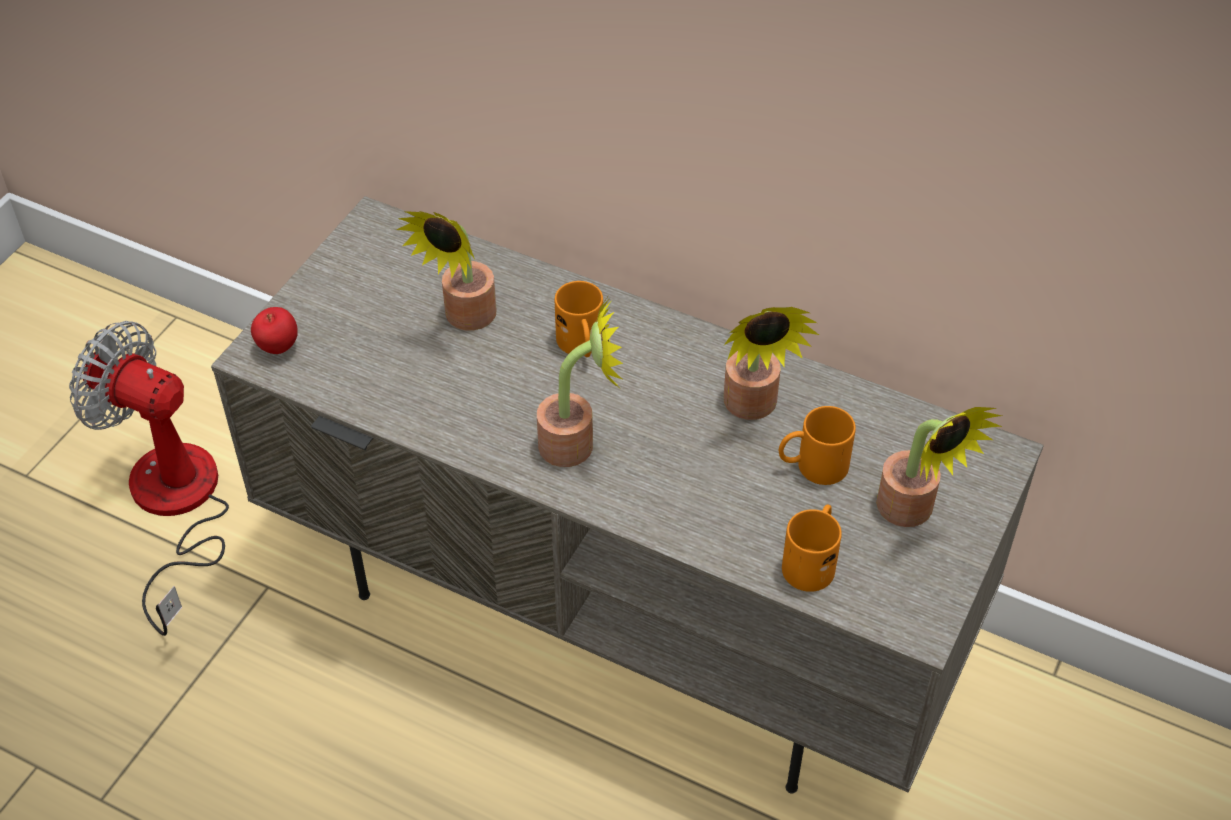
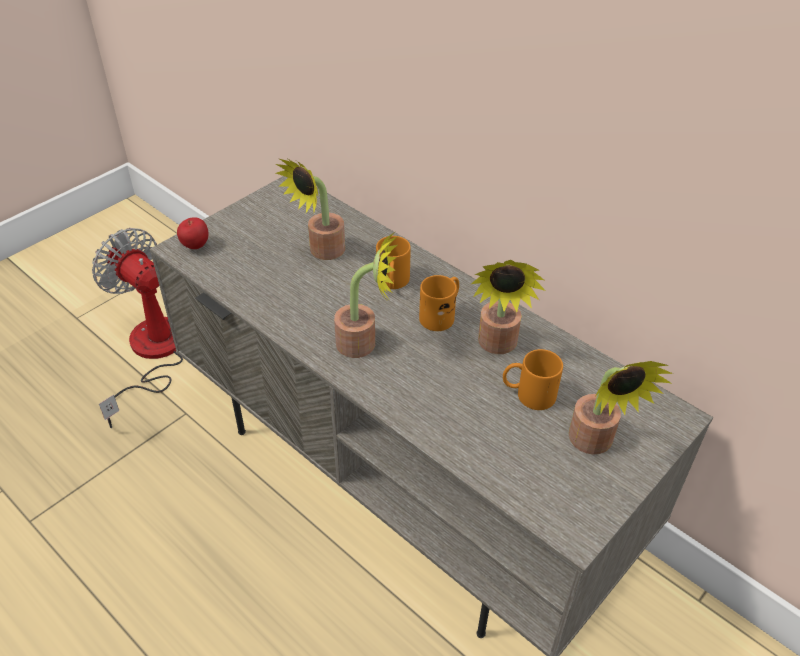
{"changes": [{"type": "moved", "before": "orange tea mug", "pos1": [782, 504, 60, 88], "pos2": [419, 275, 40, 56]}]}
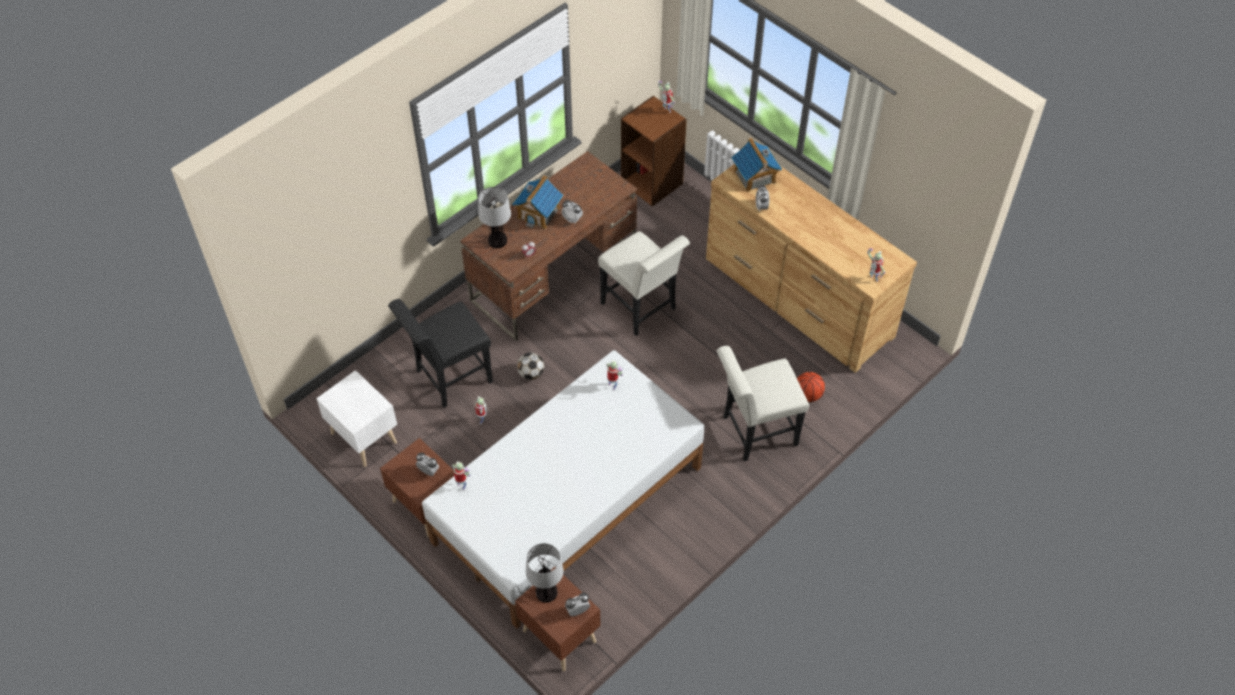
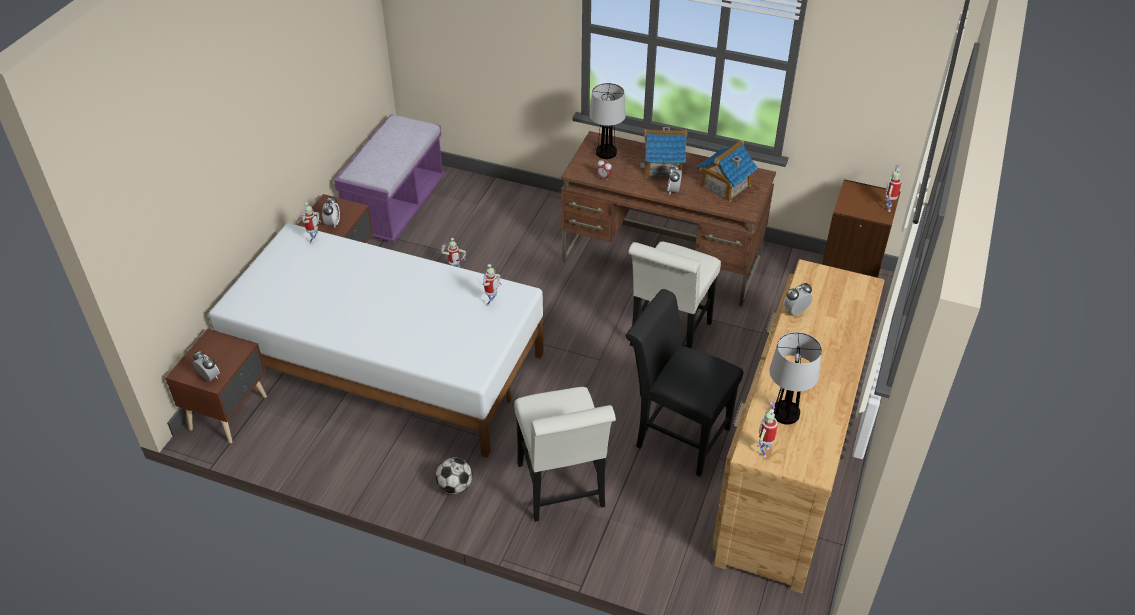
{"changes": [{"type": "replaced", "before": "white nightstand", "after": "purple-coloured bench", "pos1": [316, 370, 81, 97], "pos2": [334, 114, 111, 129]}, {"type": "moved", "before": "football", "pos1": [517, 352, 27, 28], "pos2": [436, 457, 36, 37]}, {"type": "turned", "before": "white plain chair", "pos1": [717, 346, 92, 115], "pos2": [514, 387, 102, 135], "turn": -150}, {"type": "moved", "before": "black plain chair", "pos1": [388, 299, 105, 109], "pos2": [626, 289, 118, 187]}, {"type": "moved", "before": "toy house", "pos1": [731, 138, 51, 54], "pos2": [697, 140, 61, 62]}, {"type": "moved", "before": "table lamp", "pos1": [526, 543, 37, 60], "pos2": [769, 332, 53, 92]}, {"type": "removed", "before": "basketball", "pos1": [797, 372, 28, 30]}]}
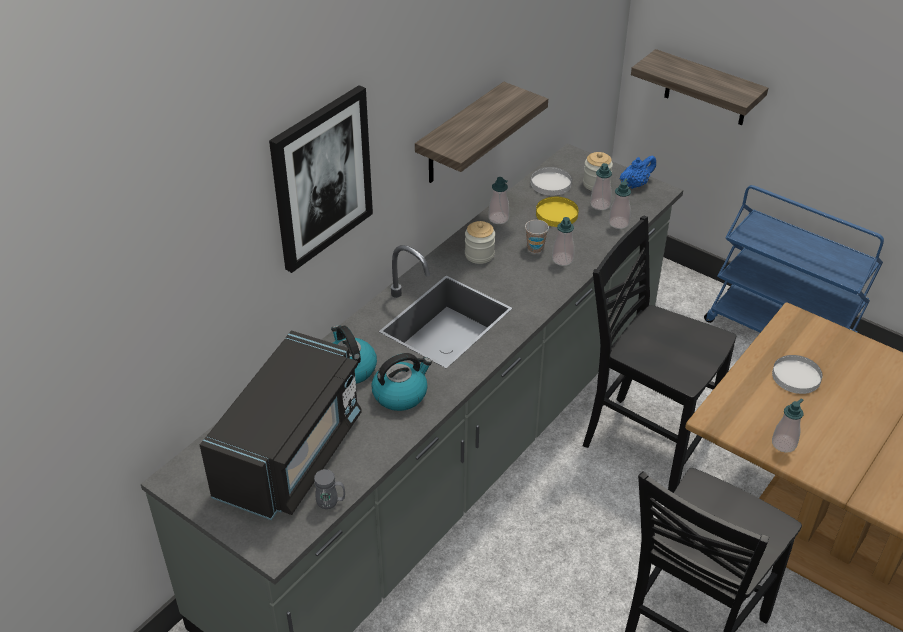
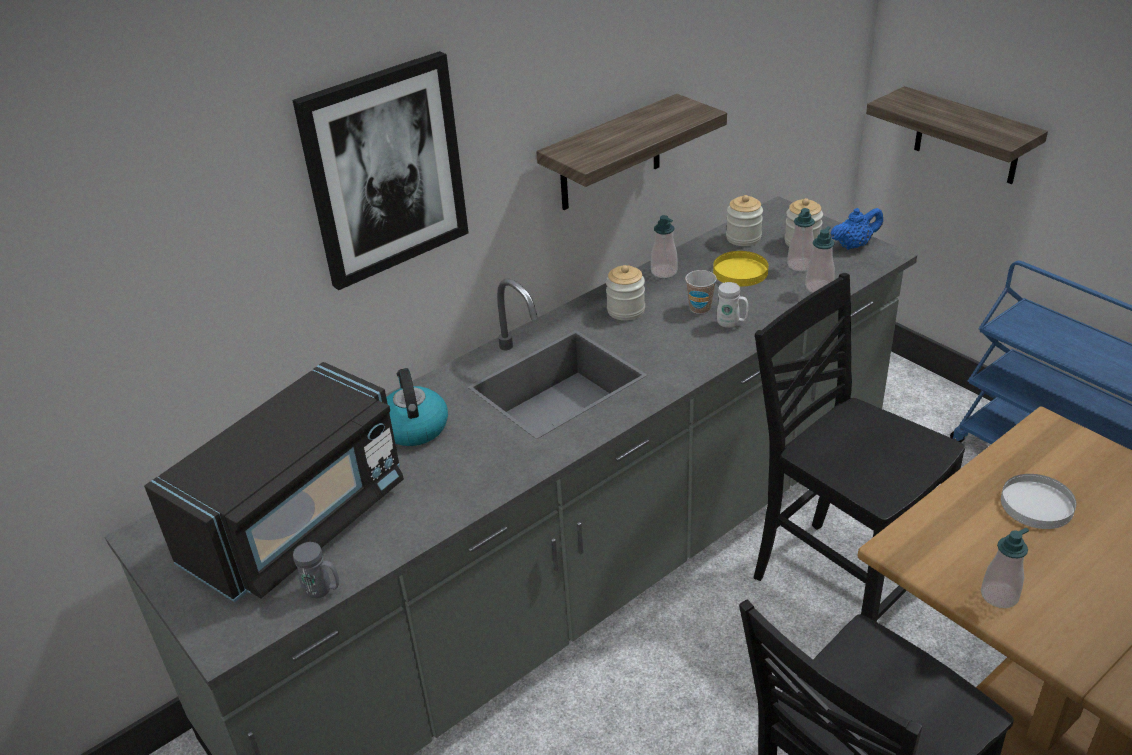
{"changes": [{"type": "replaced", "before": "liquid soap bottle", "after": "white tea mug", "pos1": [552, 217, 23, 49], "pos2": [717, 282, 31, 46]}, {"type": "replaced", "before": "white plate", "after": "jar", "pos1": [531, 167, 41, 29], "pos2": [726, 195, 37, 51]}, {"type": "removed", "before": "tea kettle", "pos1": [371, 353, 61, 58]}]}
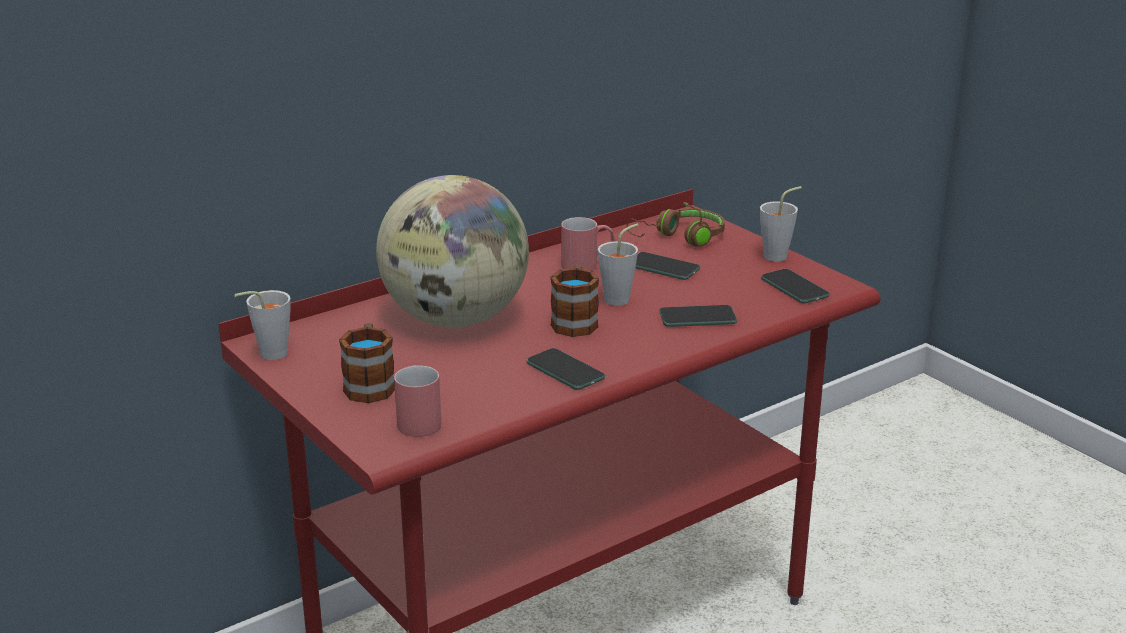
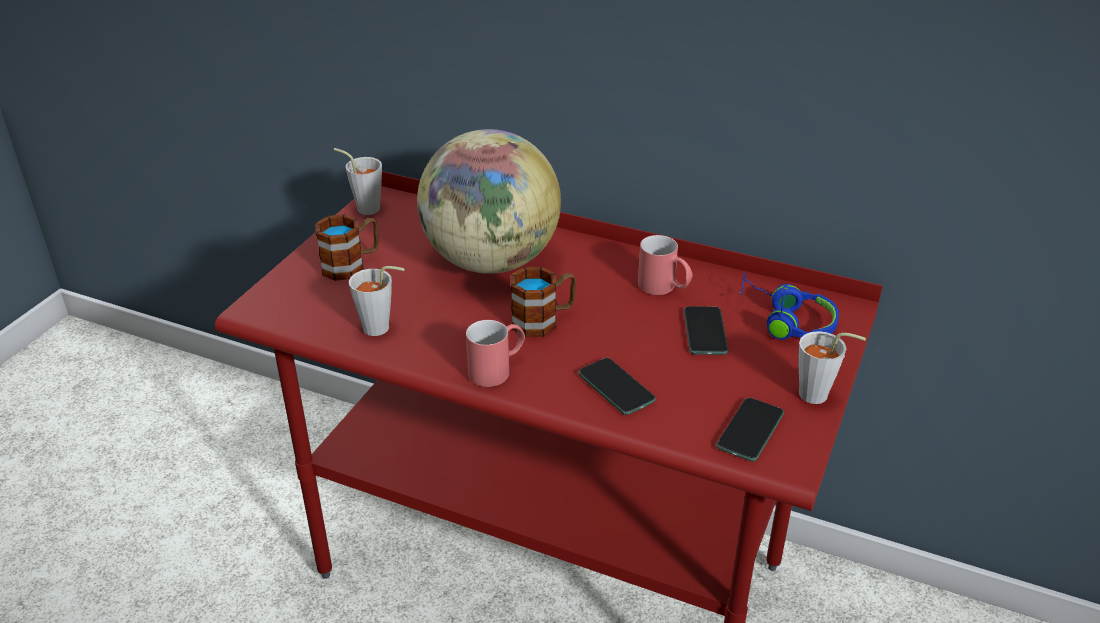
{"changes": [{"type": "moved", "before": "gray small cup", "pos1": [598, 223, 40, 83], "pos2": [349, 266, 55, 70]}, {"type": "moved", "before": "red-coloured tea mug", "pos1": [394, 365, 47, 72], "pos2": [466, 320, 59, 67]}, {"type": "recoloured", "before": "brown-coloured pair of headphones", "after": "blue-coloured pair of headphones", "pos1": [627, 202, 98, 45], "pos2": [739, 272, 100, 68]}, {"type": "removed", "before": "telephone", "pos1": [527, 348, 78, 42]}]}
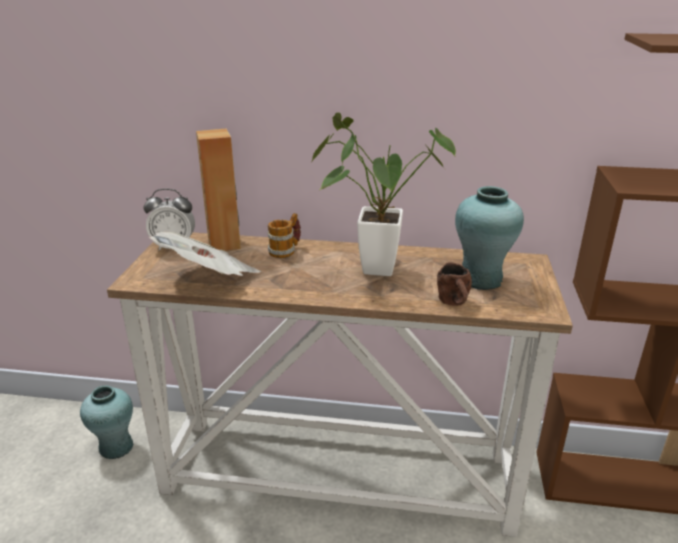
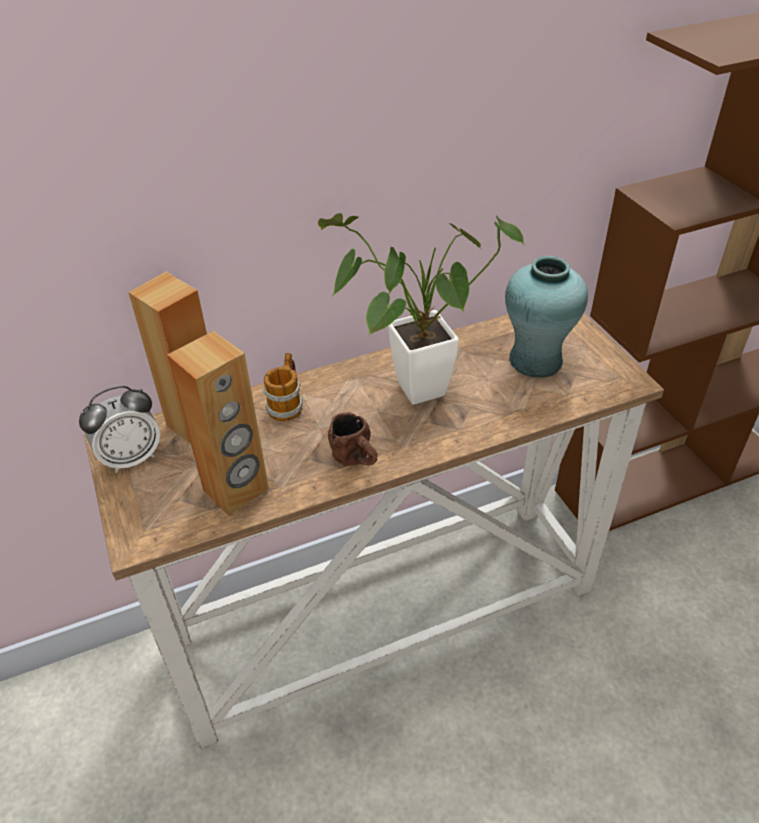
{"changes": [{"type": "replaced", "before": "printed paper", "after": "brown-coloured loudspeaker", "pos1": [149, 232, 112, 44], "pos2": [167, 331, 102, 184]}, {"type": "moved", "before": "brown-coloured tea mug", "pos1": [437, 262, 35, 44], "pos2": [328, 412, 50, 54]}, {"type": "removed", "before": "turquoise vase", "pos1": [80, 385, 53, 74]}]}
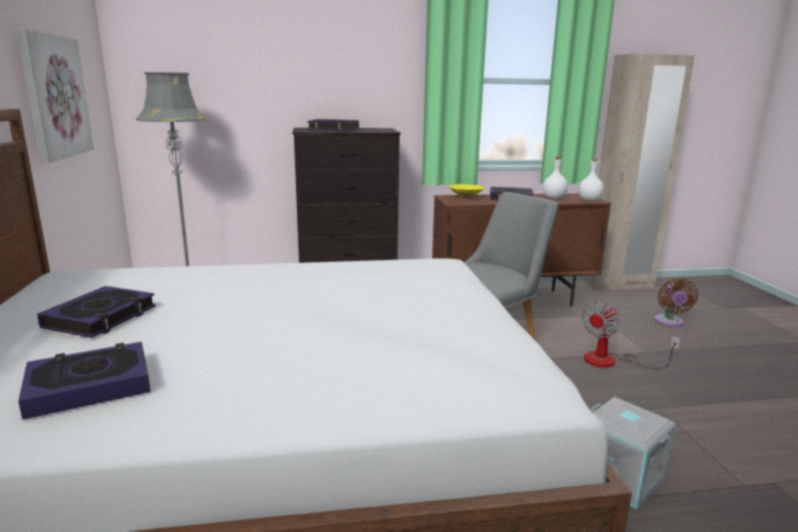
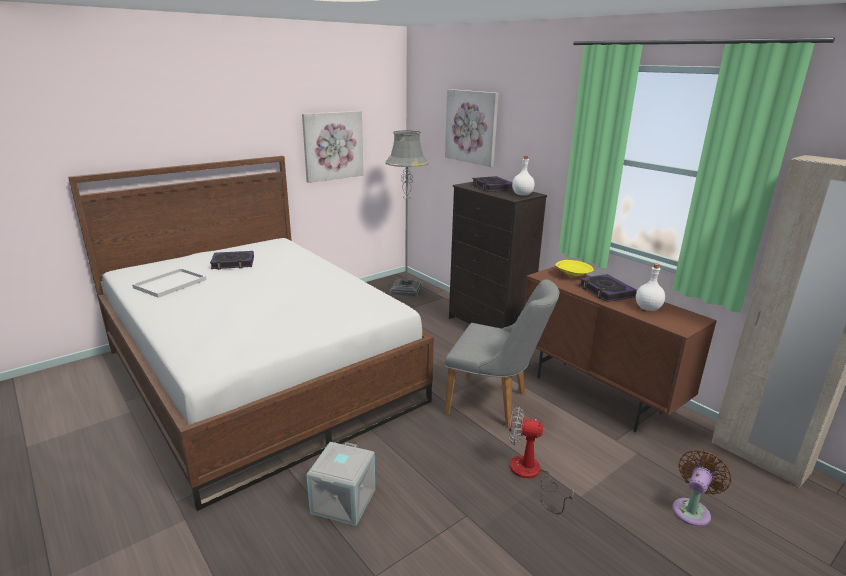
{"changes": [{"type": "replaced", "before": "bound book", "after": "white tray", "pos1": [18, 342, 132, 77], "pos2": [132, 268, 75, 30]}, {"type": "added", "after": "wall art", "pos2": [445, 89, 54, 78]}, {"type": "moved", "before": "white beverage bottle", "pos1": [578, 158, 26, 43], "pos2": [512, 156, 23, 40]}, {"type": "turned", "before": "brown-coloured cooling fan", "pos1": [654, 278, 44, 49], "pos2": [672, 450, 60, 77], "turn": 150}]}
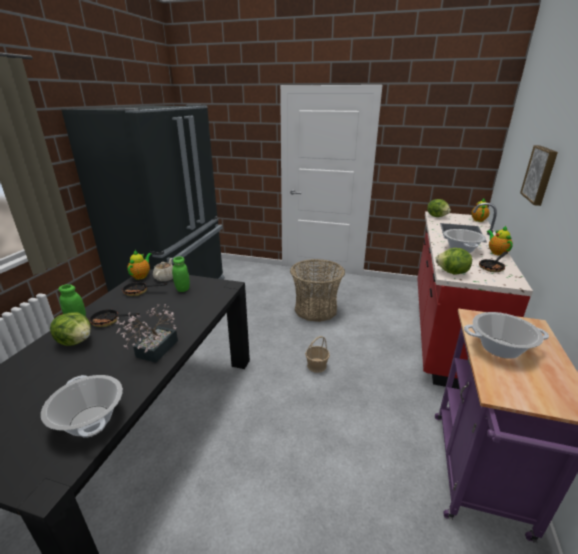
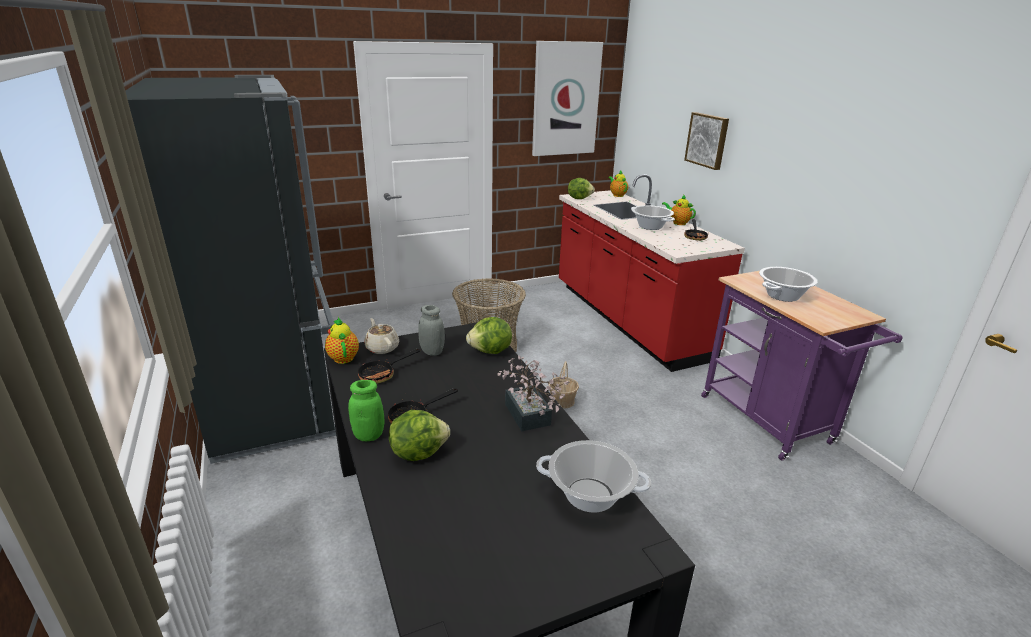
{"changes": [{"type": "recoloured", "before": "green jar", "after": "gray jar", "pos1": [172, 256, 18, 36], "pos2": [418, 305, 27, 51]}, {"type": "moved", "before": "head of lettuce", "pos1": [436, 248, 36, 26], "pos2": [466, 317, 46, 37]}, {"type": "added", "after": "wall art", "pos2": [532, 41, 71, 115]}]}
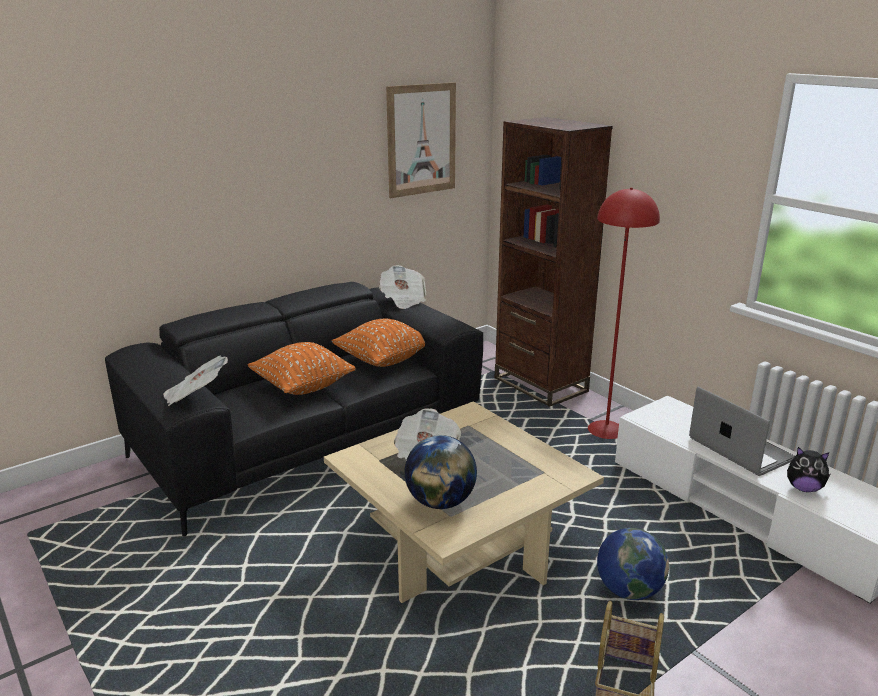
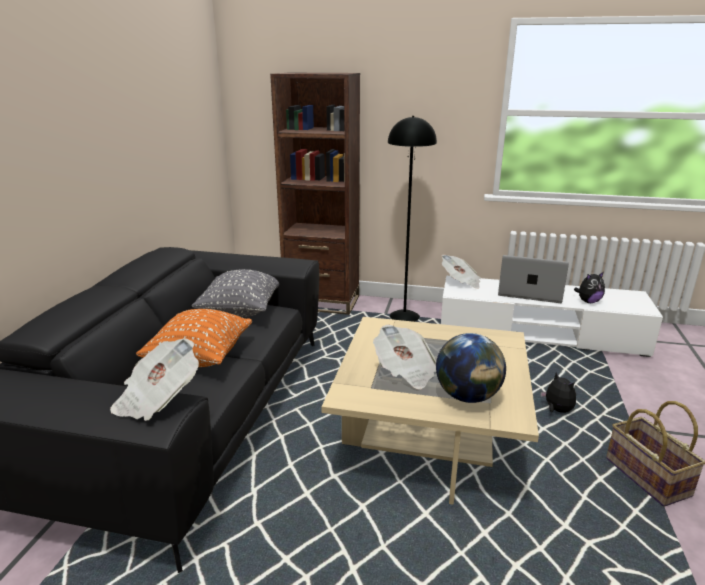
{"changes": [{"type": "recoloured", "before": "orange pillow", "after": "gray pillow", "pos1": [331, 319, 94, 48], "pos2": [191, 269, 88, 48]}, {"type": "recoloured", "before": "red-coloured standard lamp", "after": "black standard lamp", "pos1": [588, 187, 72, 252], "pos2": [388, 116, 49, 206]}, {"type": "moved", "before": "printed paper", "pos1": [379, 265, 47, 44], "pos2": [442, 254, 39, 35]}, {"type": "replaced", "before": "globe", "after": "cuddly toy", "pos1": [597, 528, 72, 72], "pos2": [540, 372, 36, 41]}, {"type": "removed", "before": "wall art", "pos1": [386, 82, 70, 116]}]}
